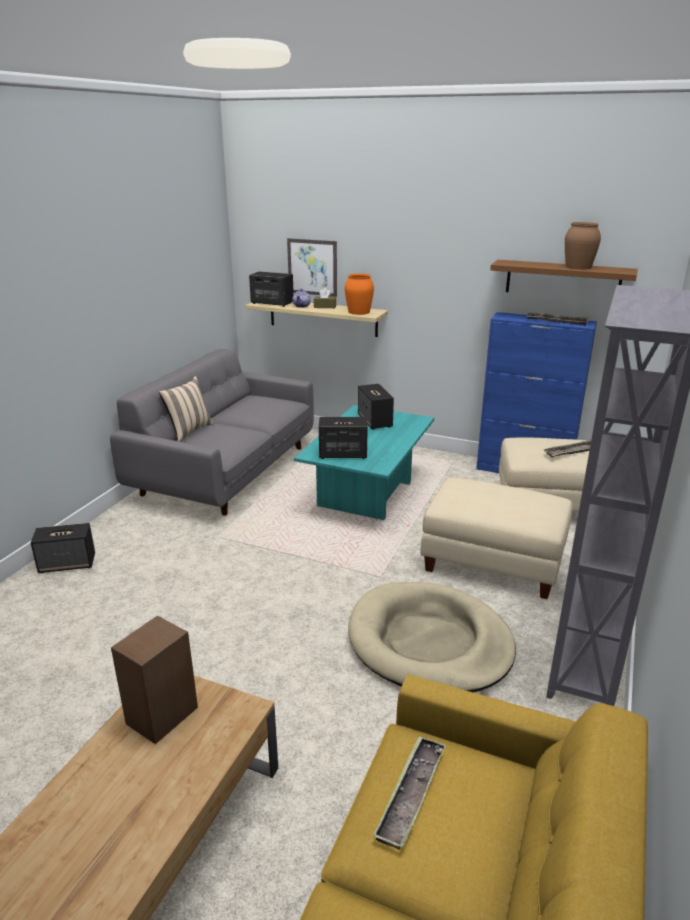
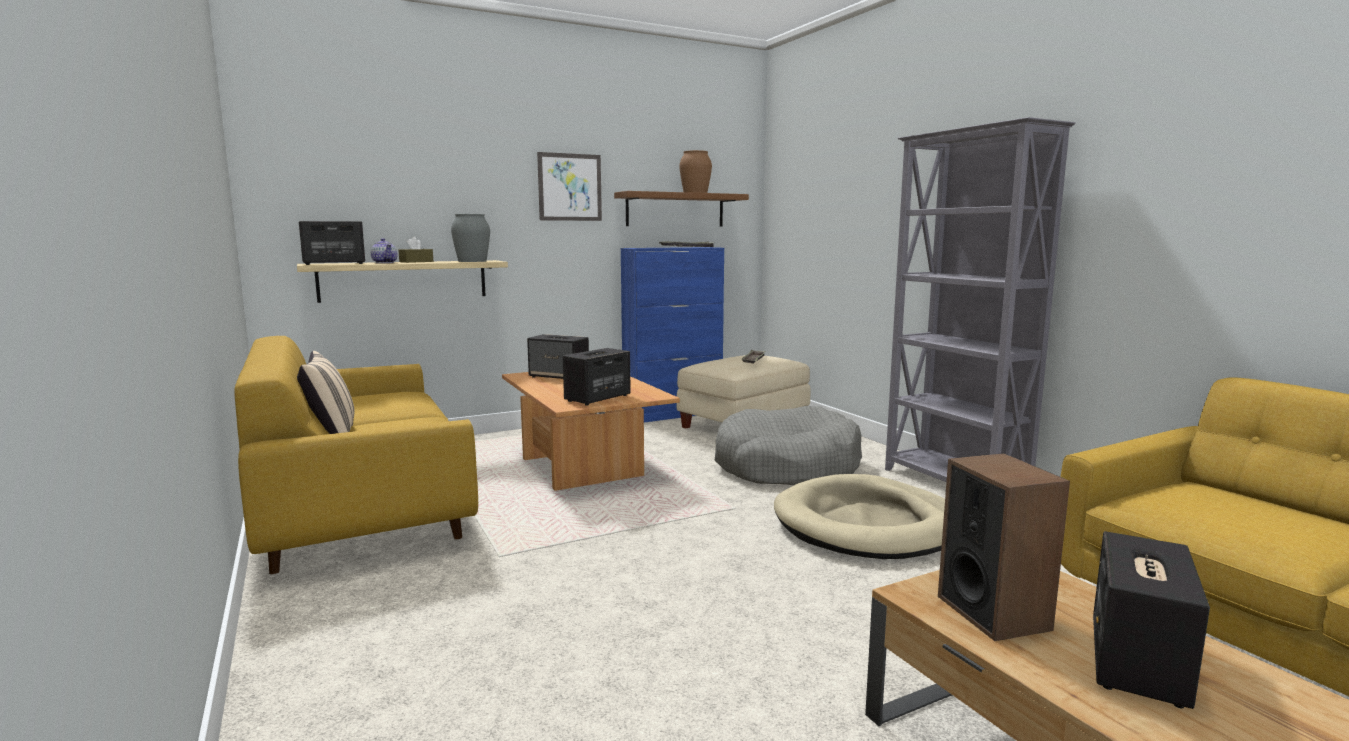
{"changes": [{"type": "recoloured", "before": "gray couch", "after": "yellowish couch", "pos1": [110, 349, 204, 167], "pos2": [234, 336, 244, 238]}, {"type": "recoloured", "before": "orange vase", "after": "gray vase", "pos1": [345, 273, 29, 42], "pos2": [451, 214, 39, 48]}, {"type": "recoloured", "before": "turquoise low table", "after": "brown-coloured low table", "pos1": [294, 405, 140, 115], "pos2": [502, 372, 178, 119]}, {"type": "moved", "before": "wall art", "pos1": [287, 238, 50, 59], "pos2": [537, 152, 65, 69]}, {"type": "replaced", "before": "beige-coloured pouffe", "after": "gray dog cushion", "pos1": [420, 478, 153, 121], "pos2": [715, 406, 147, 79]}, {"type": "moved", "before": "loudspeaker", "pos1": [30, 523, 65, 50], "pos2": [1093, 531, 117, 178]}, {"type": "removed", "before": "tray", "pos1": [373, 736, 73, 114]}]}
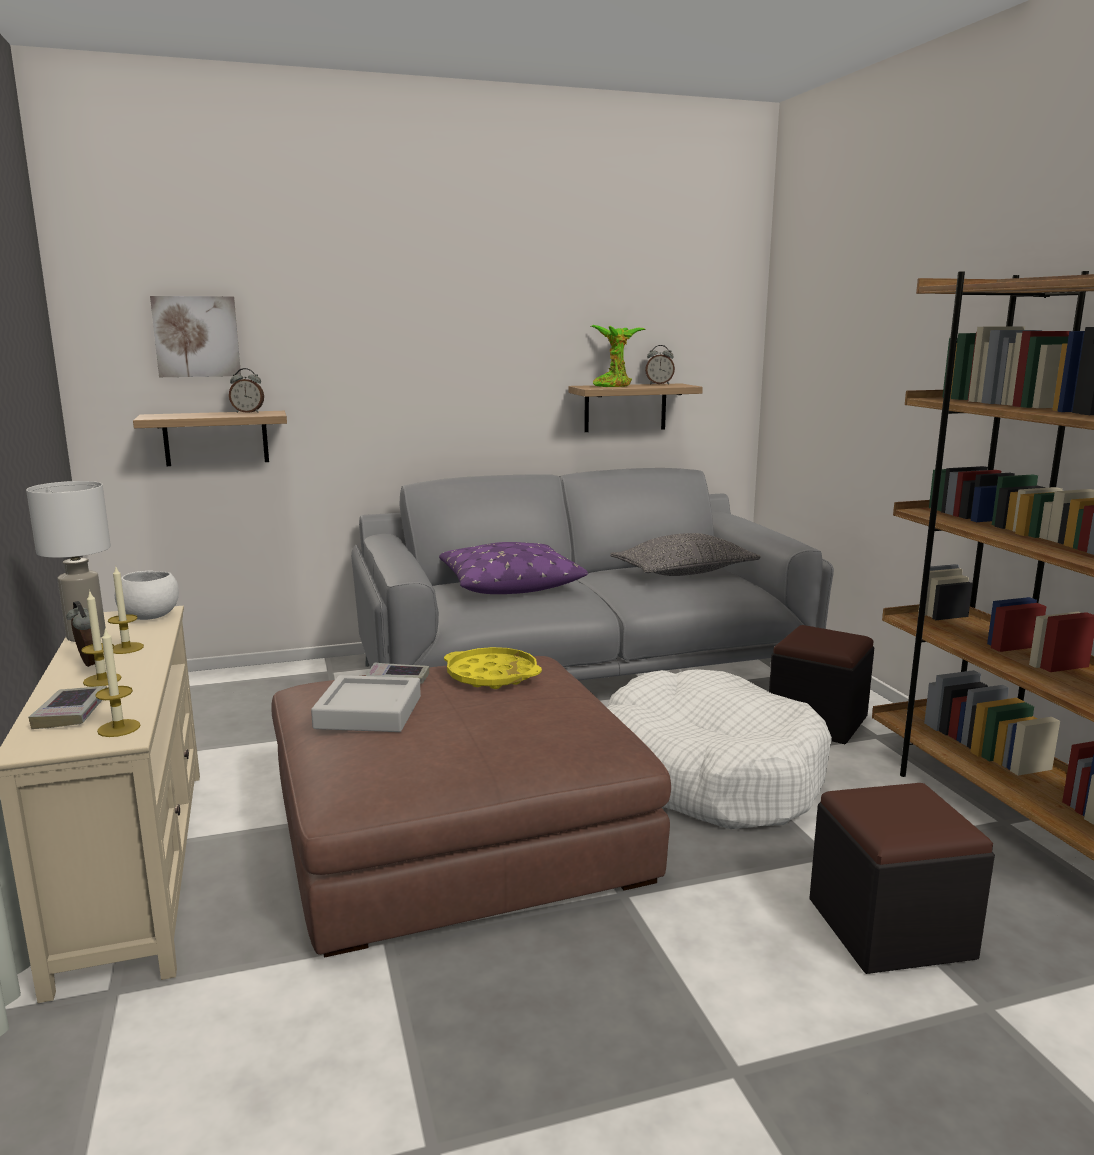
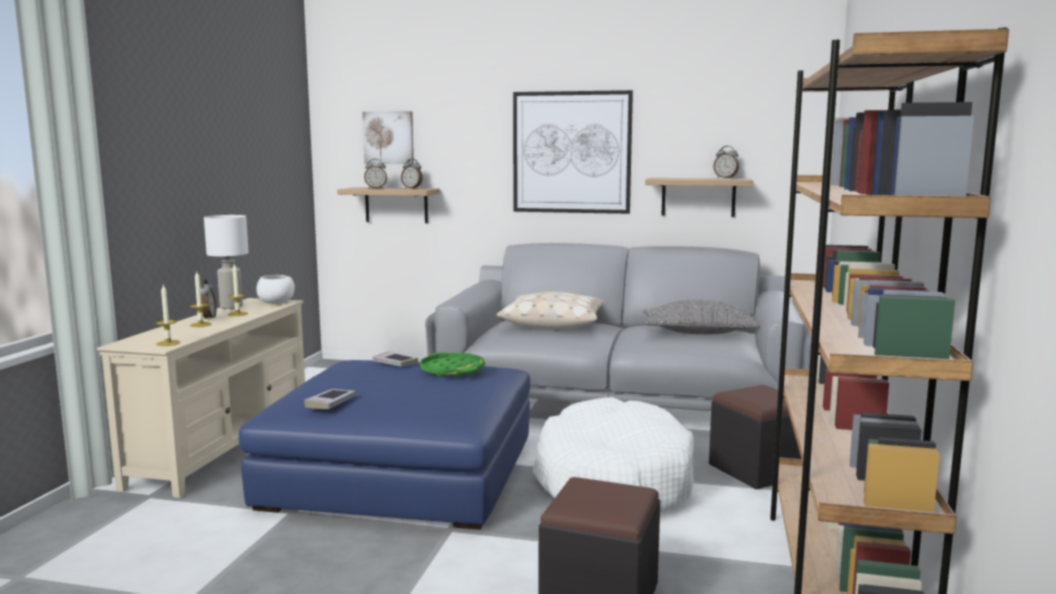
{"changes": [{"type": "recoloured", "before": "brown-coloured pouffe", "after": "blue-coloured pouffe", "pos1": [271, 656, 400, 301], "pos2": [239, 360, 291, 170]}, {"type": "moved", "before": "bound book", "pos1": [28, 686, 79, 43], "pos2": [304, 389, 52, 20]}, {"type": "added", "after": "bedside clock", "pos2": [364, 159, 23, 30]}, {"type": "recoloured", "before": "yellowish tray", "after": "green tray", "pos1": [444, 647, 98, 42], "pos2": [420, 352, 65, 25]}, {"type": "recoloured", "before": "purple-coloured pillow", "after": "beige-coloured pillow", "pos1": [439, 542, 149, 52], "pos2": [497, 292, 106, 37]}, {"type": "added", "after": "wall art", "pos2": [513, 90, 120, 124]}, {"type": "removed", "before": "gray tray", "pos1": [311, 675, 110, 57]}, {"type": "removed", "before": "potted plant", "pos1": [591, 325, 55, 62]}]}
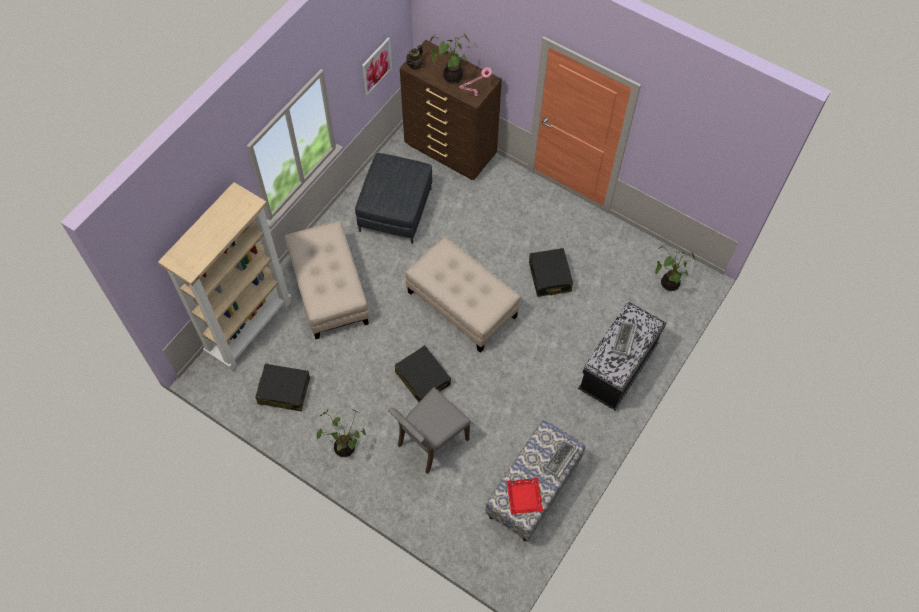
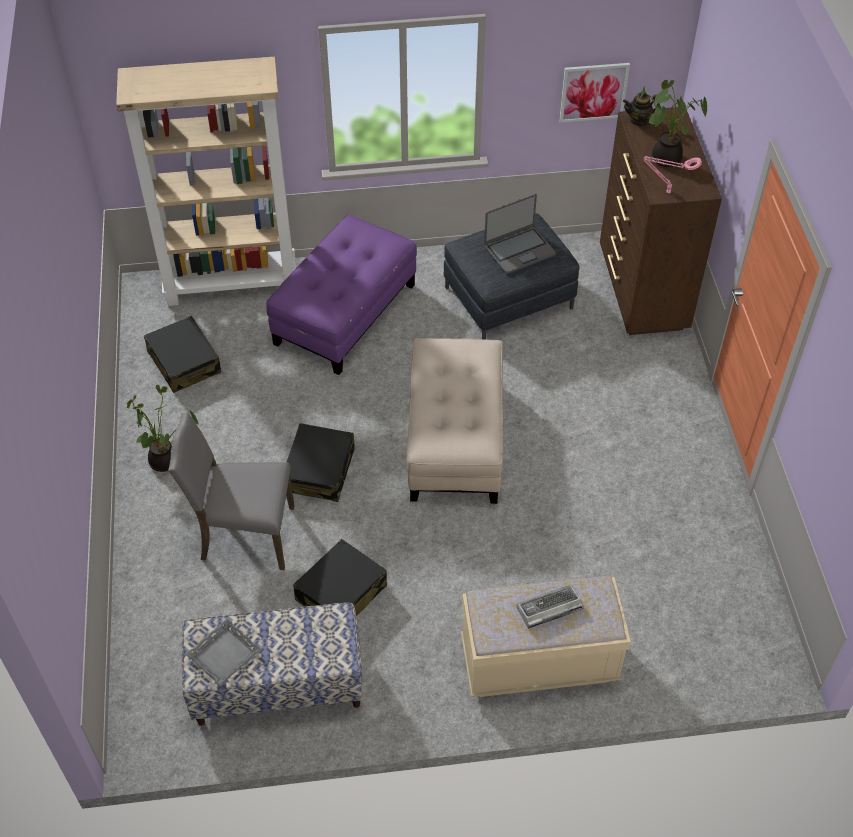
{"changes": [{"type": "recoloured", "before": "red-coloured tray", "after": "gray tray", "pos1": [507, 478, 36, 37], "pos2": [185, 618, 77, 68]}, {"type": "recoloured", "before": "beige-coloured pouffe", "after": "purple-coloured pouffe", "pos1": [285, 221, 84, 118], "pos2": [266, 215, 151, 160]}, {"type": "moved", "before": "black suitcase", "pos1": [529, 248, 44, 49], "pos2": [293, 539, 94, 77]}, {"type": "recoloured", "before": "black bench", "after": "beige-coloured bench", "pos1": [578, 302, 88, 108], "pos2": [461, 576, 170, 121]}, {"type": "added", "after": "portable computer", "pos2": [484, 194, 72, 80]}, {"type": "removed", "before": "PC keyboard", "pos1": [544, 440, 35, 39]}, {"type": "removed", "before": "potted plant", "pos1": [655, 244, 41, 47]}]}
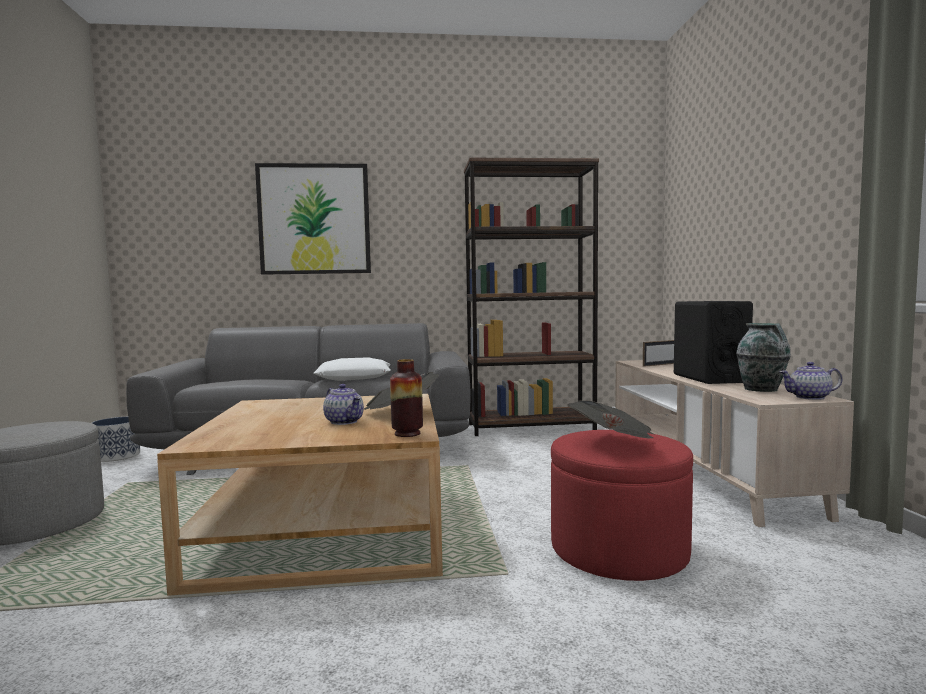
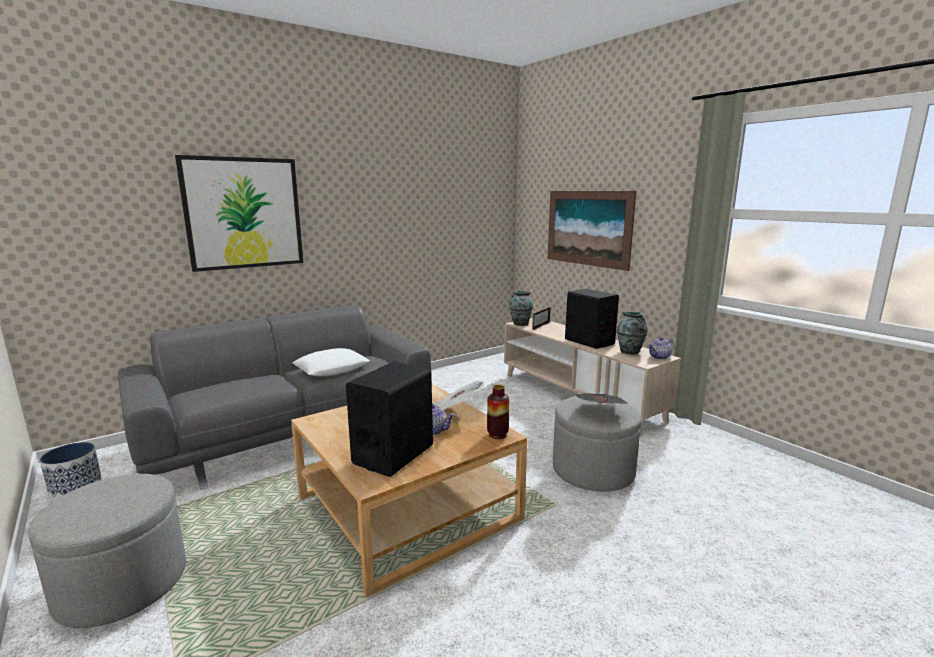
{"changes": [{"type": "added", "after": "black loudspeaker", "pos2": [346, 361, 87, 116]}, {"type": "added", "after": "vase", "pos2": [509, 290, 24, 36]}, {"type": "added", "after": "wall art", "pos2": [548, 191, 88, 80]}, {"type": "recoloured", "before": "red-coloured pouffe", "after": "gray pouffe", "pos1": [551, 430, 142, 151], "pos2": [553, 396, 88, 96]}, {"type": "removed", "before": "brown-coloured shelving unit", "pos1": [464, 158, 135, 278]}]}
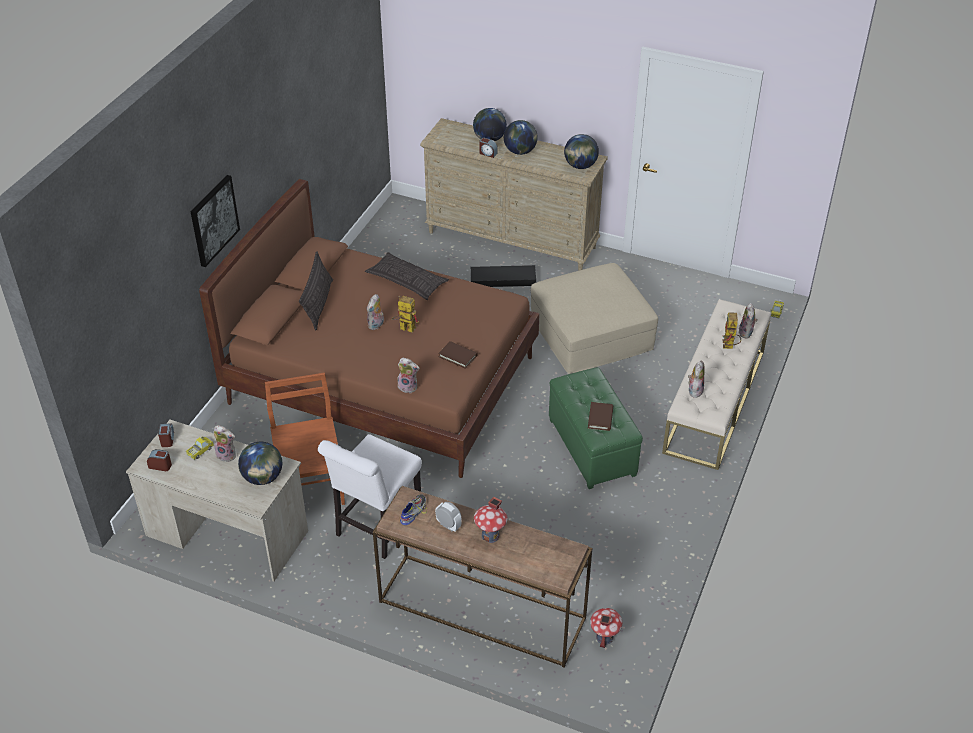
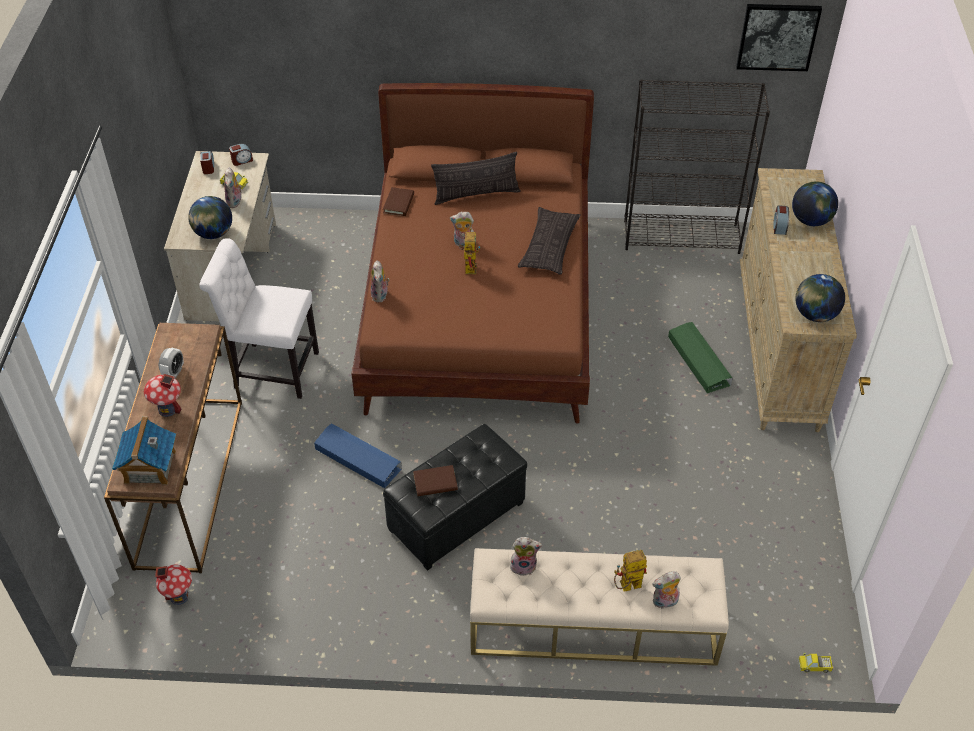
{"changes": [{"type": "added", "after": "toy house", "pos2": [112, 416, 64, 69]}, {"type": "added", "after": "blue-coloured storage bin", "pos2": [314, 423, 88, 65]}, {"type": "moved", "before": "brown-coloured bound book", "pos1": [438, 341, 39, 28], "pos2": [383, 187, 31, 29]}, {"type": "recoloured", "before": "green pouffe", "after": "black pouffe", "pos1": [549, 367, 94, 122], "pos2": [383, 424, 144, 147]}, {"type": "added", "after": "black shelving unit", "pos2": [624, 80, 146, 174]}, {"type": "recoloured", "before": "black storage bin", "after": "green storage bin", "pos1": [471, 265, 65, 22], "pos2": [668, 322, 65, 71]}, {"type": "moved", "before": "wall art", "pos1": [191, 175, 49, 92], "pos2": [736, 4, 86, 67]}, {"type": "removed", "before": "brown-coloured plain chair", "pos1": [265, 373, 80, 132]}, {"type": "removed", "before": "low shoe", "pos1": [400, 494, 27, 31]}, {"type": "removed", "before": "globe", "pos1": [504, 120, 34, 35]}, {"type": "removed", "before": "beige-coloured pouffe", "pos1": [531, 263, 127, 111]}]}
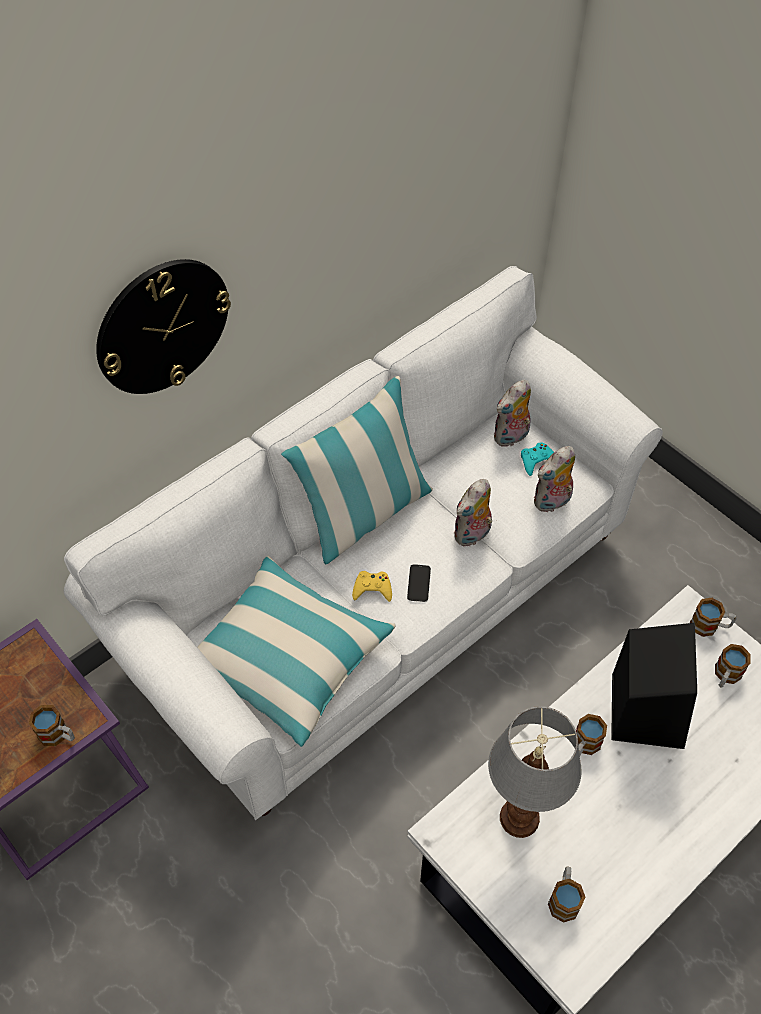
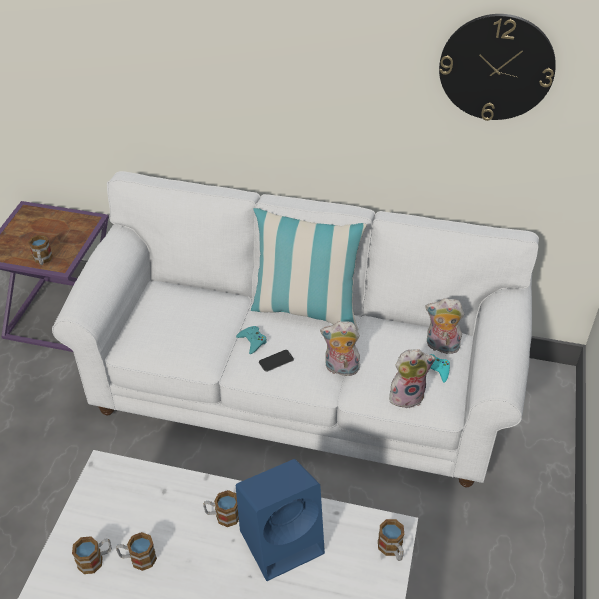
{"changes": [{"type": "moved", "before": "tea mug", "pos1": [715, 644, 35, 44], "pos2": [116, 532, 41, 39]}, {"type": "recoloured", "before": "yellowish joypad", "after": "turquoise joypad", "pos1": [352, 571, 40, 31], "pos2": [236, 326, 31, 28]}, {"type": "recoloured", "before": "black loudspeaker", "after": "blue-coloured loudspeaker", "pos1": [611, 623, 86, 126], "pos2": [236, 459, 89, 122]}, {"type": "turned", "before": "cuddly toy", "pos1": [534, 446, 41, 66], "pos2": [389, 349, 47, 59], "turn": 150}, {"type": "moved", "before": "wall clock", "pos1": [96, 259, 135, 135], "pos2": [439, 14, 117, 107]}, {"type": "removed", "before": "pillow", "pos1": [197, 555, 198, 192]}, {"type": "removed", "before": "table lamp", "pos1": [488, 706, 94, 132]}]}
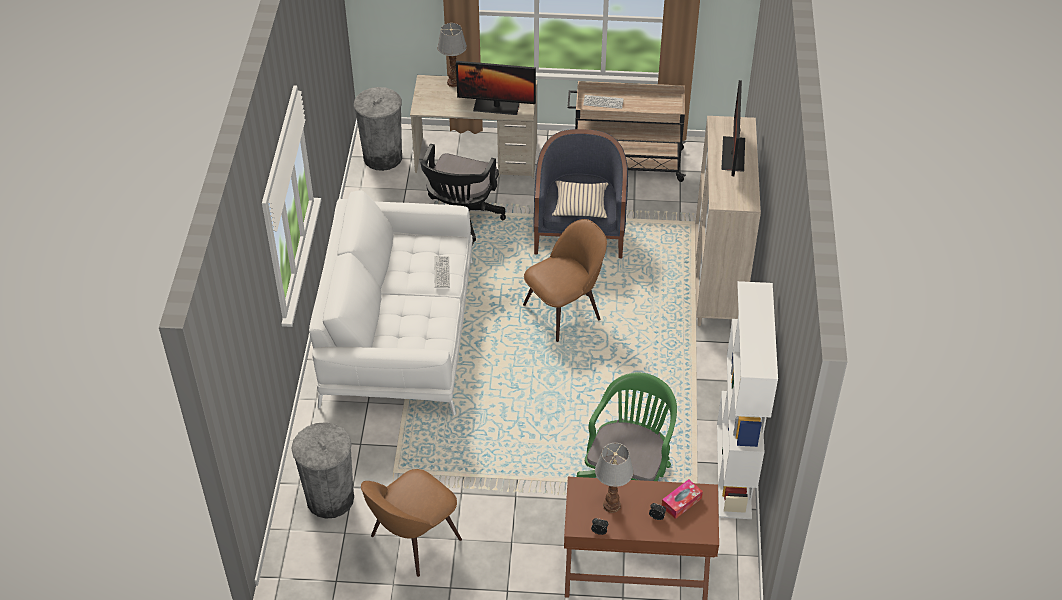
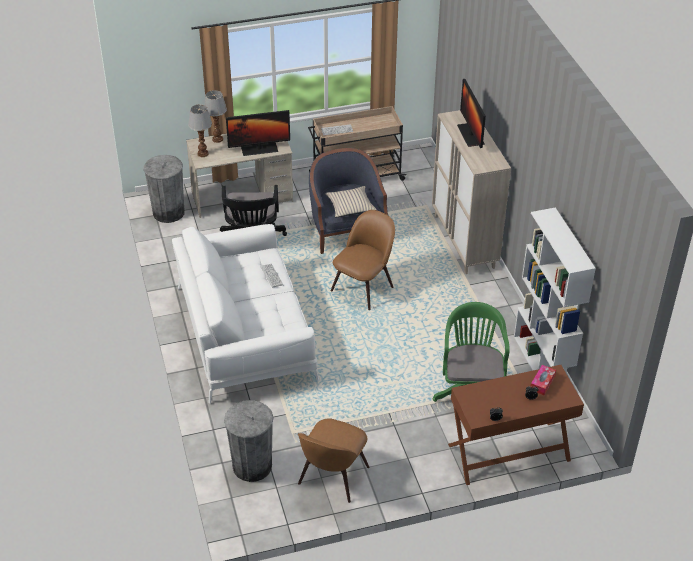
{"changes": [{"type": "moved", "before": "table lamp", "pos1": [595, 443, 39, 70], "pos2": [188, 104, 24, 53]}]}
